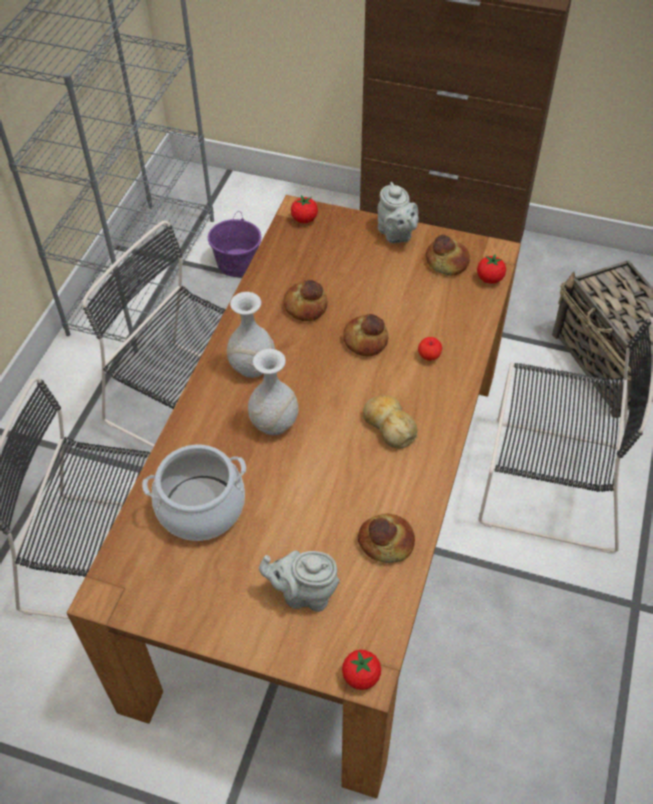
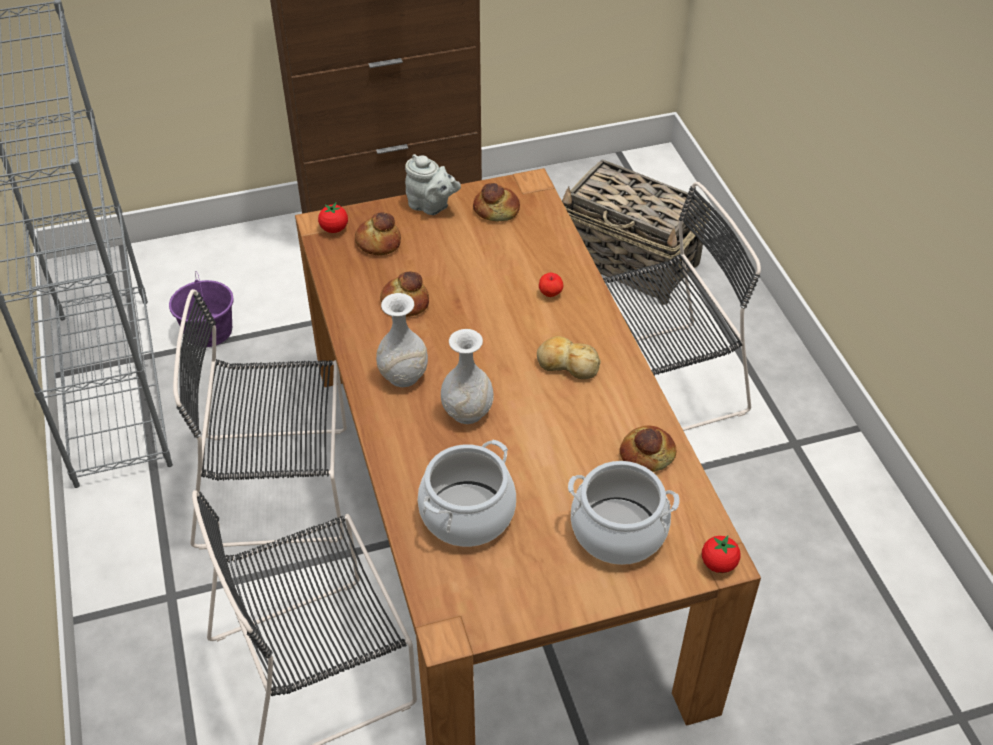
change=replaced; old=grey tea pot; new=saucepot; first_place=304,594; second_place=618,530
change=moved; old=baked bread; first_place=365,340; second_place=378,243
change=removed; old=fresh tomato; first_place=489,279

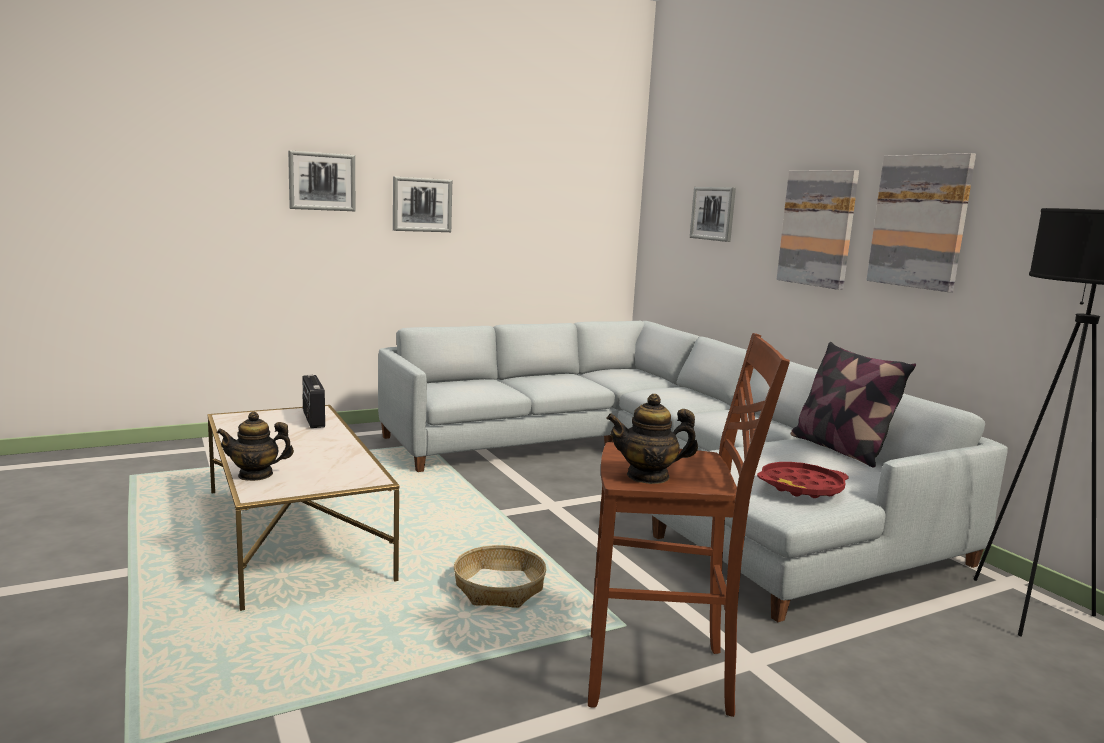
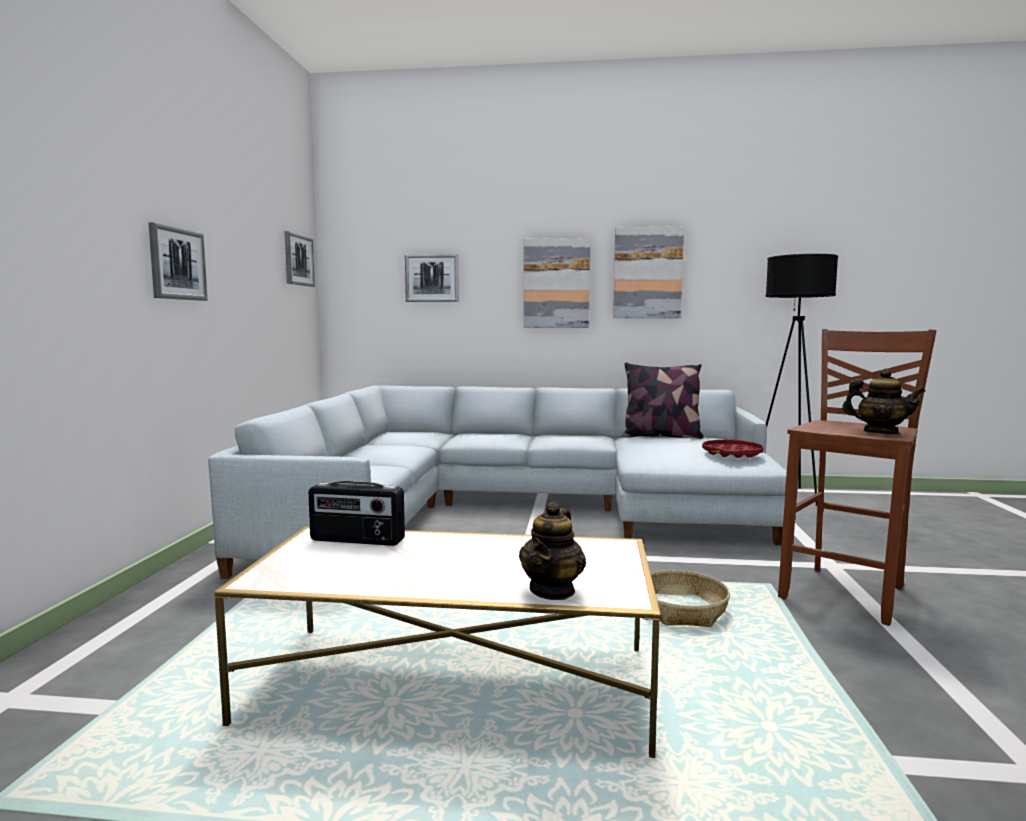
change=moved; old=wall picture; first_place=322,181; second_place=298,260
change=turned; old=tea pot; first_place=648,476; second_place=880,432; degrees=-90

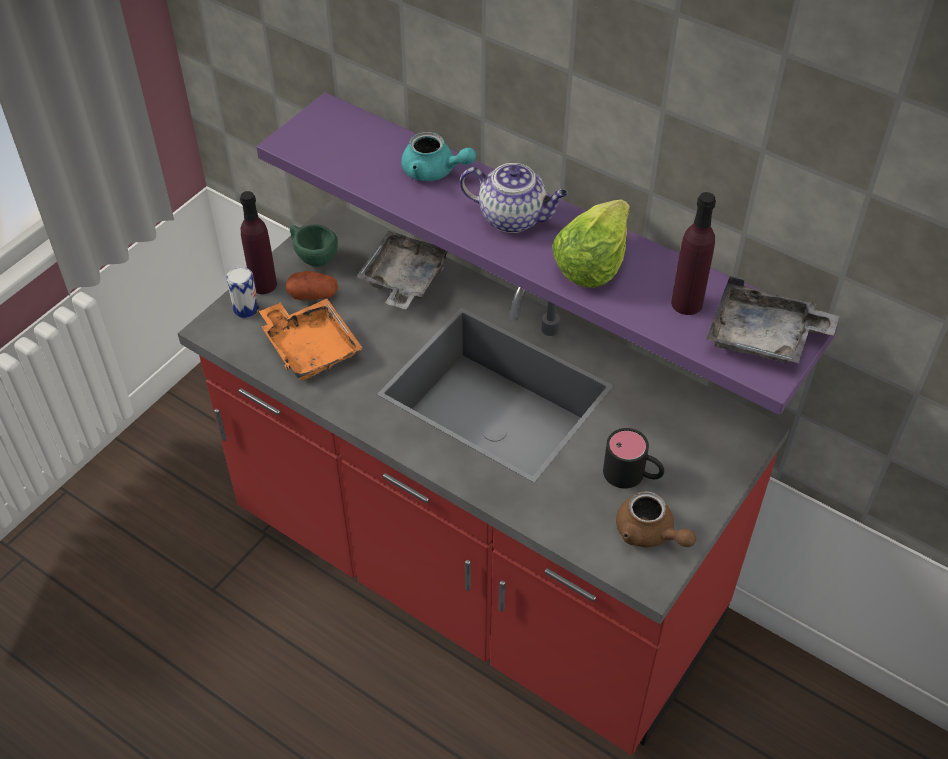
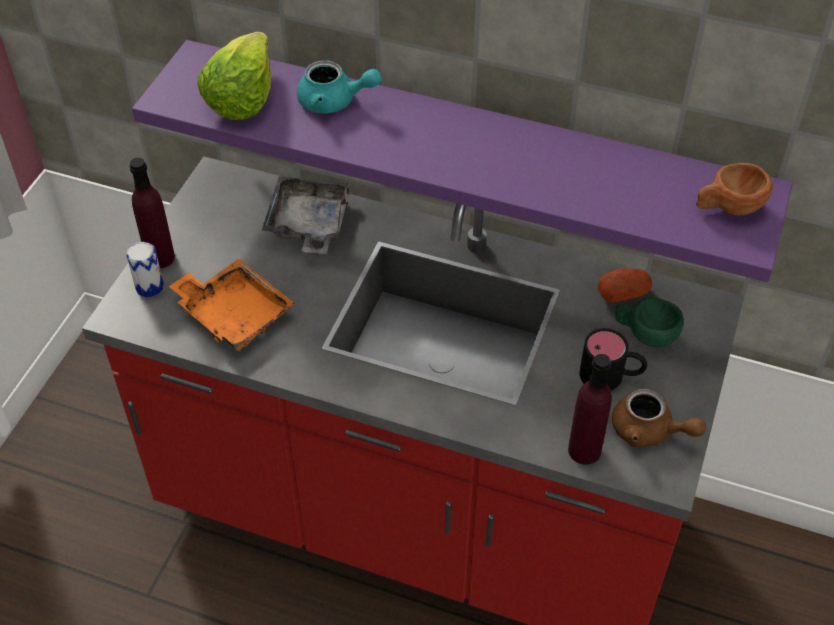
change=moved; old=potato; first_place=313,295; second_place=623,294
change=moved; old=green drinking cup; first_place=312,256; second_place=644,334
change=removed; old=tea pot; first_place=514,218
change=moved; old=lettuce head; first_place=591,262; second_place=241,97
change=moved; old=purple-coloured drink bottle; first_place=686,303; second_place=584,450
change=replaced; old=grey tray; new=brown-coloured drinking cup; first_place=763,337; second_place=728,208

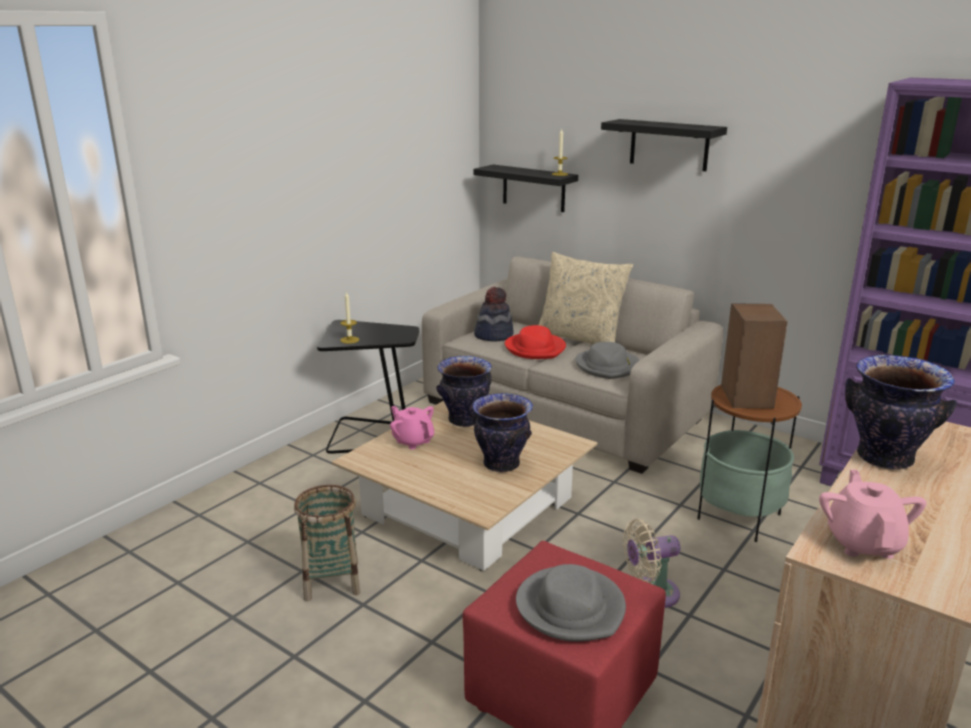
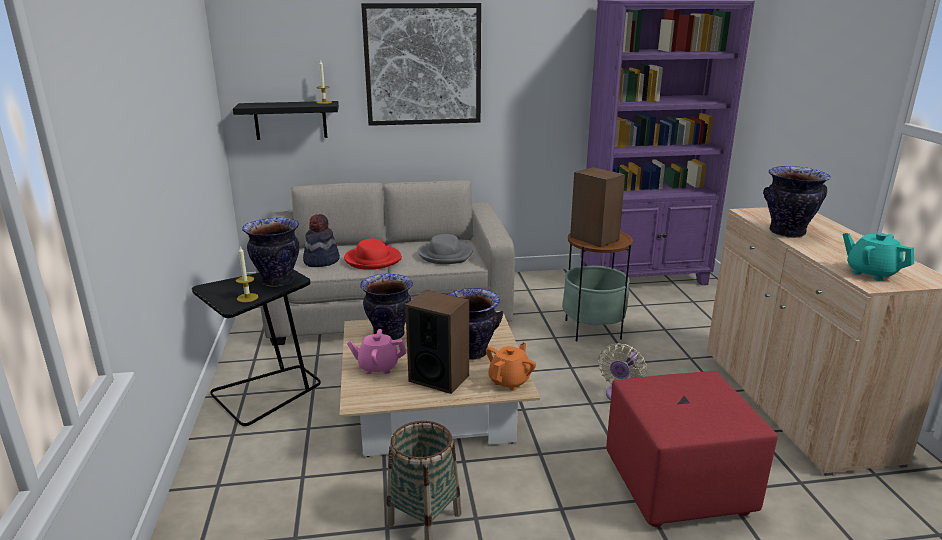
change=removed; old=grey clothing hat; first_place=571,608
change=removed; old=beige throw pillow; first_place=580,338
change=replaced; old=black-coloured wall shelf; new=wall picture; first_place=669,145; second_place=423,65
change=recoloured; old=pink-coloured tea pot; new=turquoise-coloured tea pot; first_place=863,543; second_place=871,273
change=added; new=decorative vase; second_place=278,281
change=added; new=audio speaker; second_place=439,378
change=added; new=orange-coloured tea pot; second_place=510,381

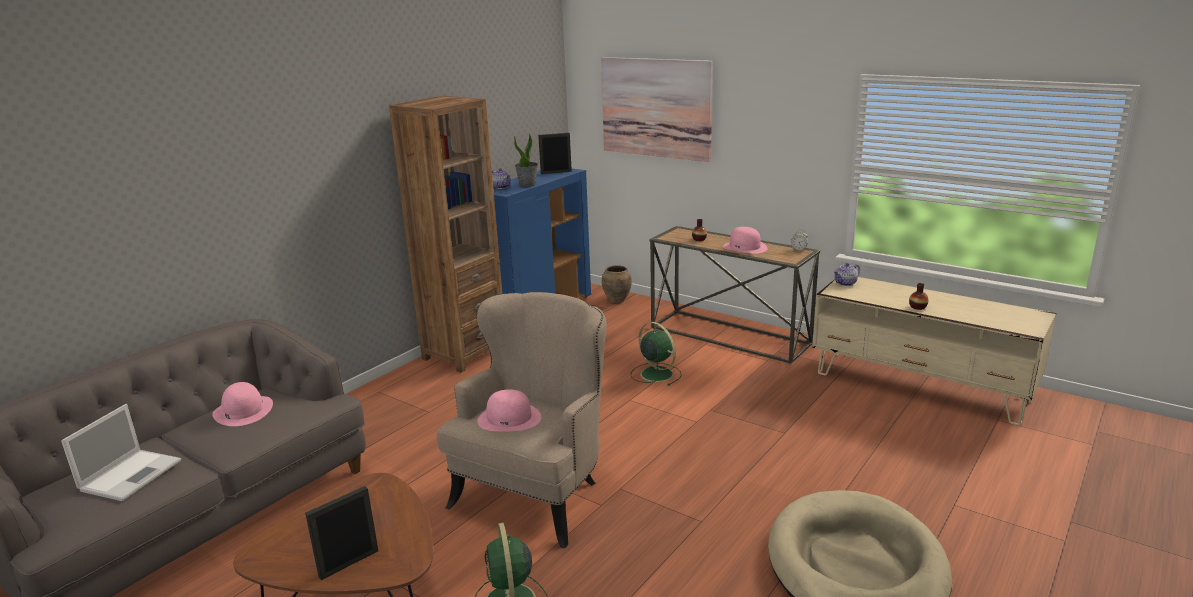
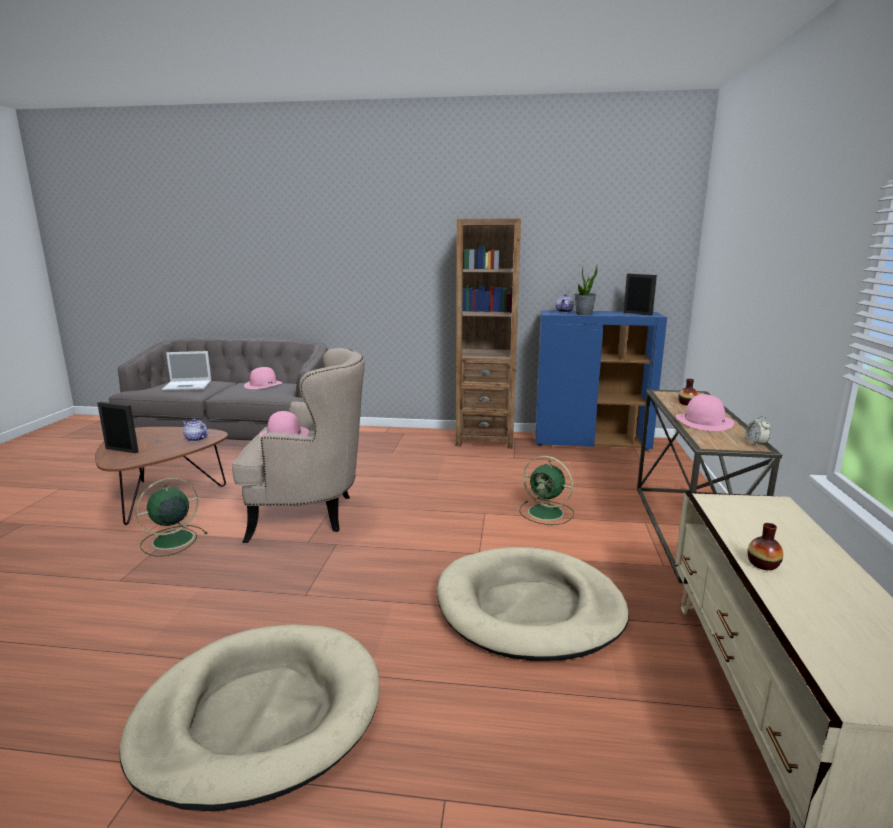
change=removed; old=wall picture; first_place=656,108
change=removed; old=brown-coloured decorative vase; first_place=616,300
change=turned; old=green electric fan; first_place=655,374; second_place=547,513; degrees=105
change=moved; old=tea pot; first_place=846,283; second_place=196,439
change=added; new=beige dog bed; second_place=529,608

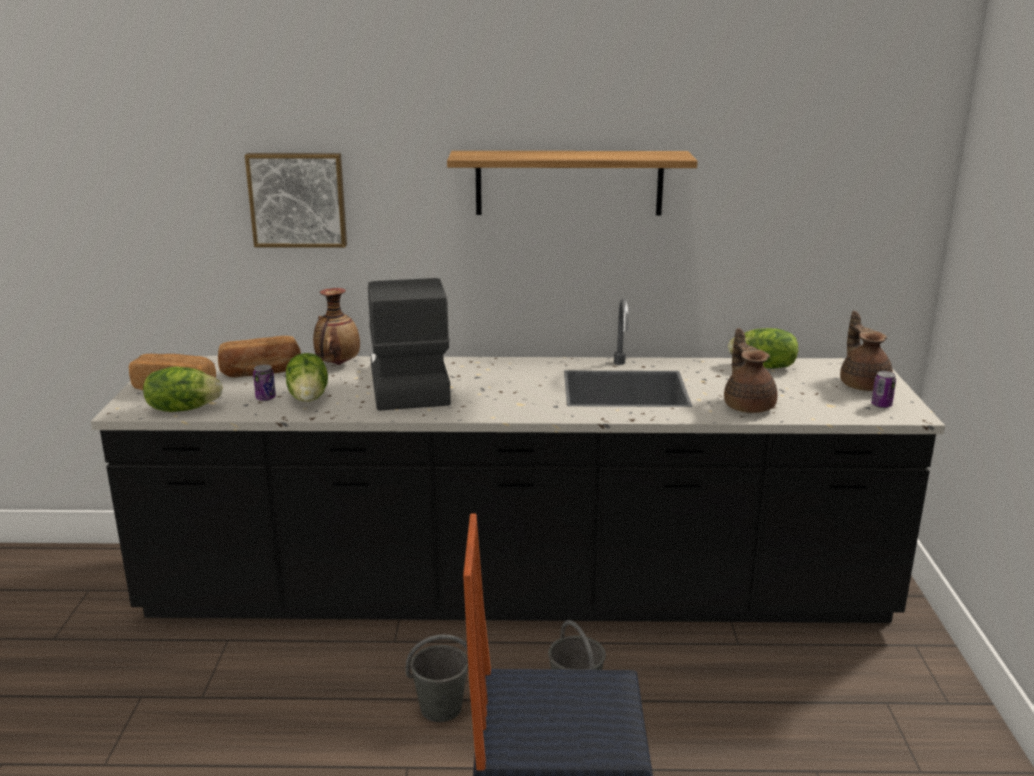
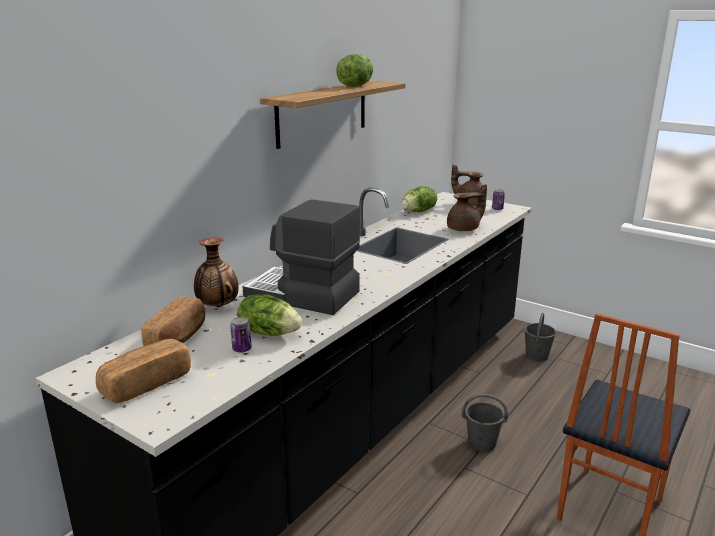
change=moved; old=lettuce head; first_place=183,408; second_place=355,86
change=removed; old=wall picture; first_place=298,199
change=moved; old=grey pail; first_place=442,708; second_place=536,356
change=turned; old=brown-coloured tea pot; first_place=748,405; second_place=464,229; degrees=135

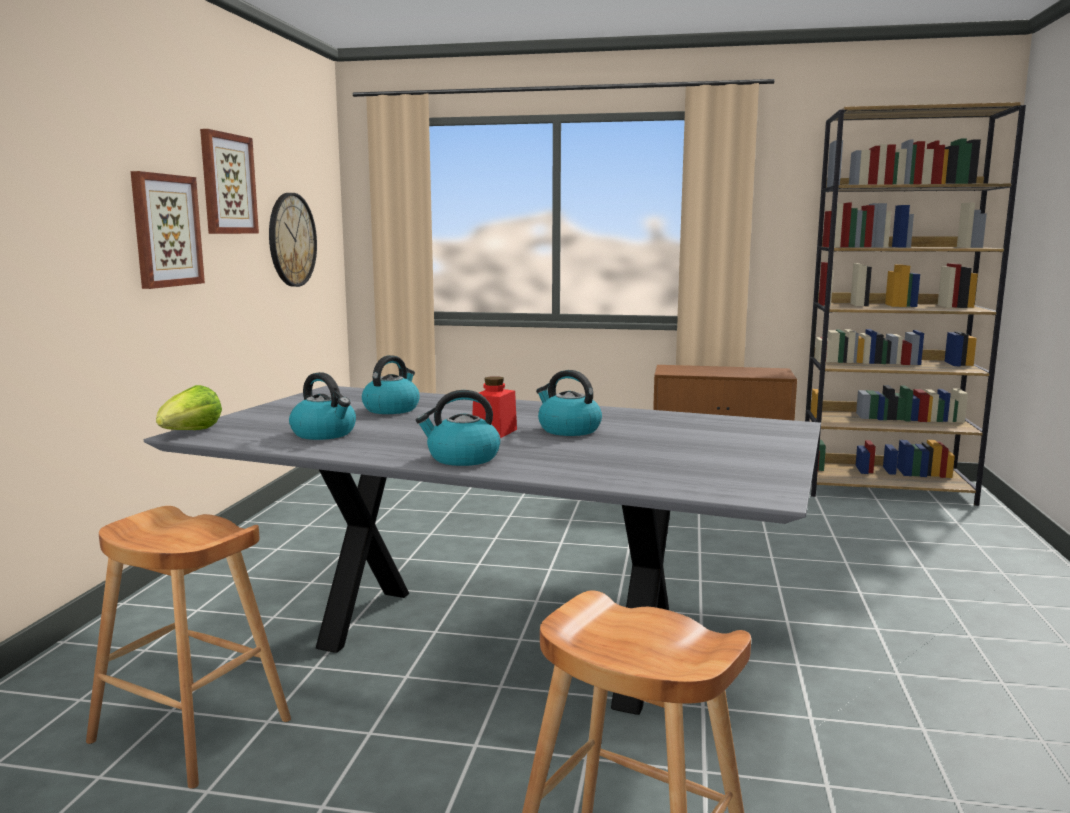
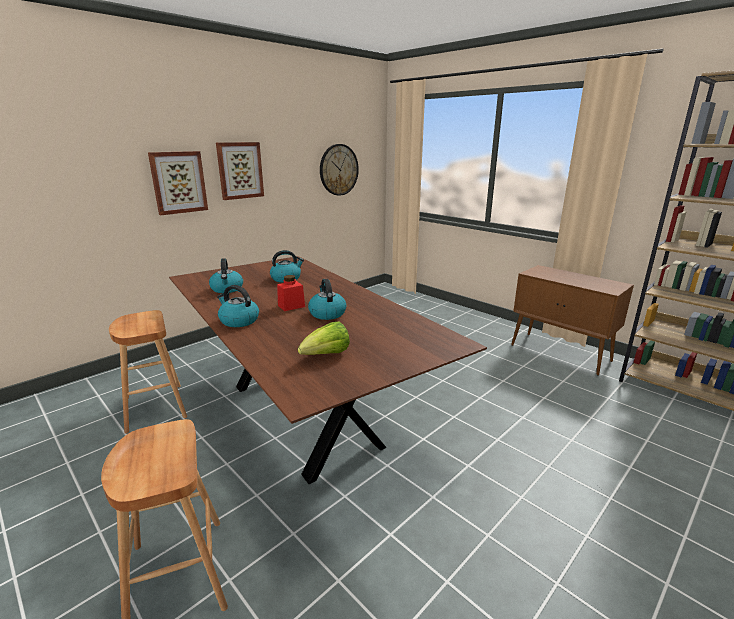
change=recoloured; old=grey kitchen table; new=brown-coloured kitchen table; first_place=498,644; second_place=303,414
change=moved; old=lettuce head; first_place=190,433; second_place=326,355
change=moved; old=wall picture; first_place=227,184; second_place=178,182

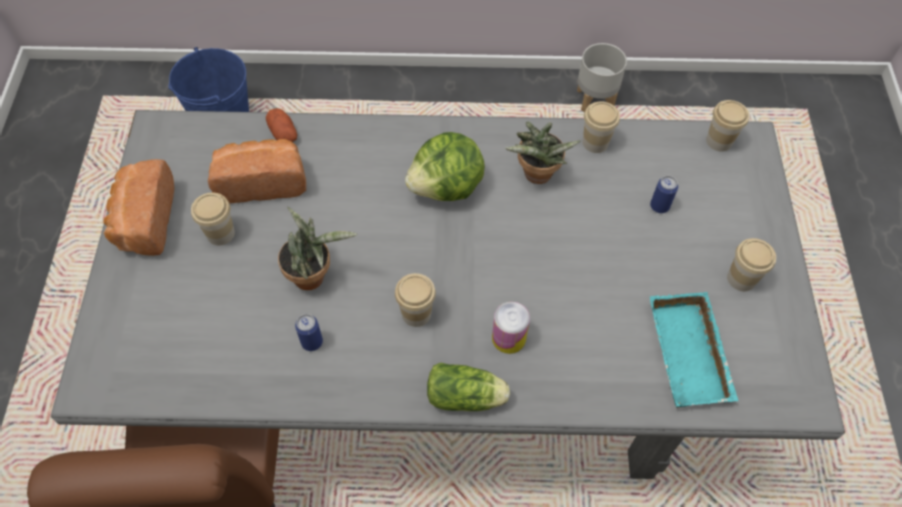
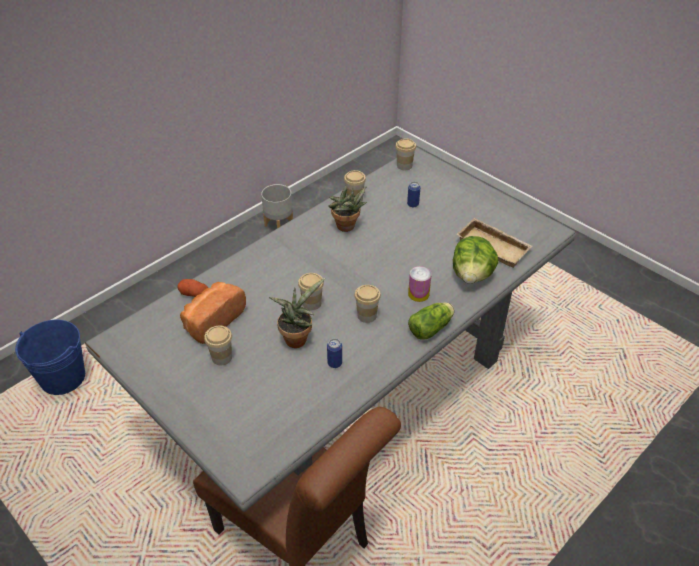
change=removed; old=baked bread; first_place=144,220
change=moved; old=lettuce head; first_place=447,188; second_place=472,275
change=recoloured; old=turquoise-coloured tray; new=beige tray; first_place=692,355; second_place=494,246
change=moved; old=drinking cup; first_place=741,278; second_place=312,303

